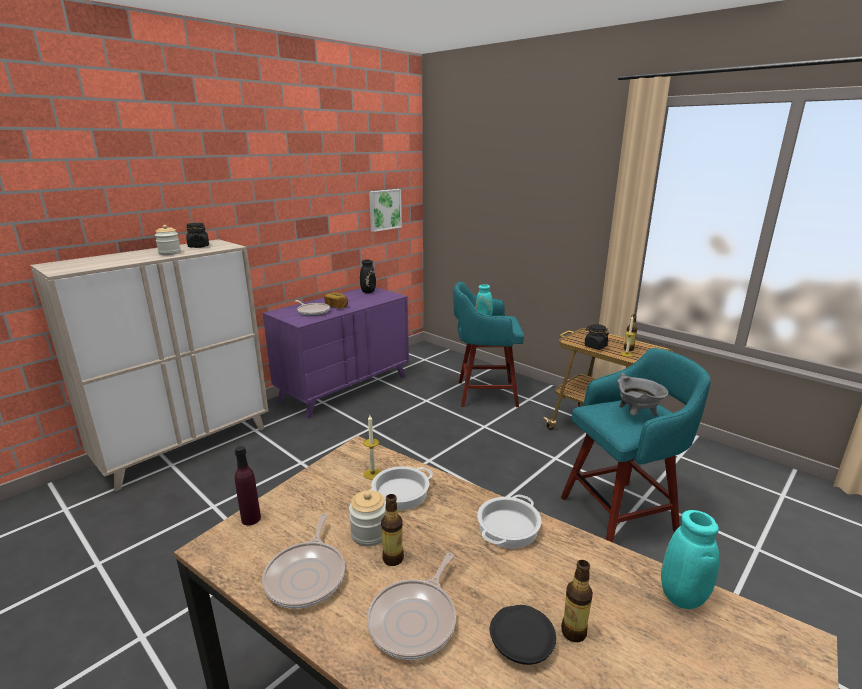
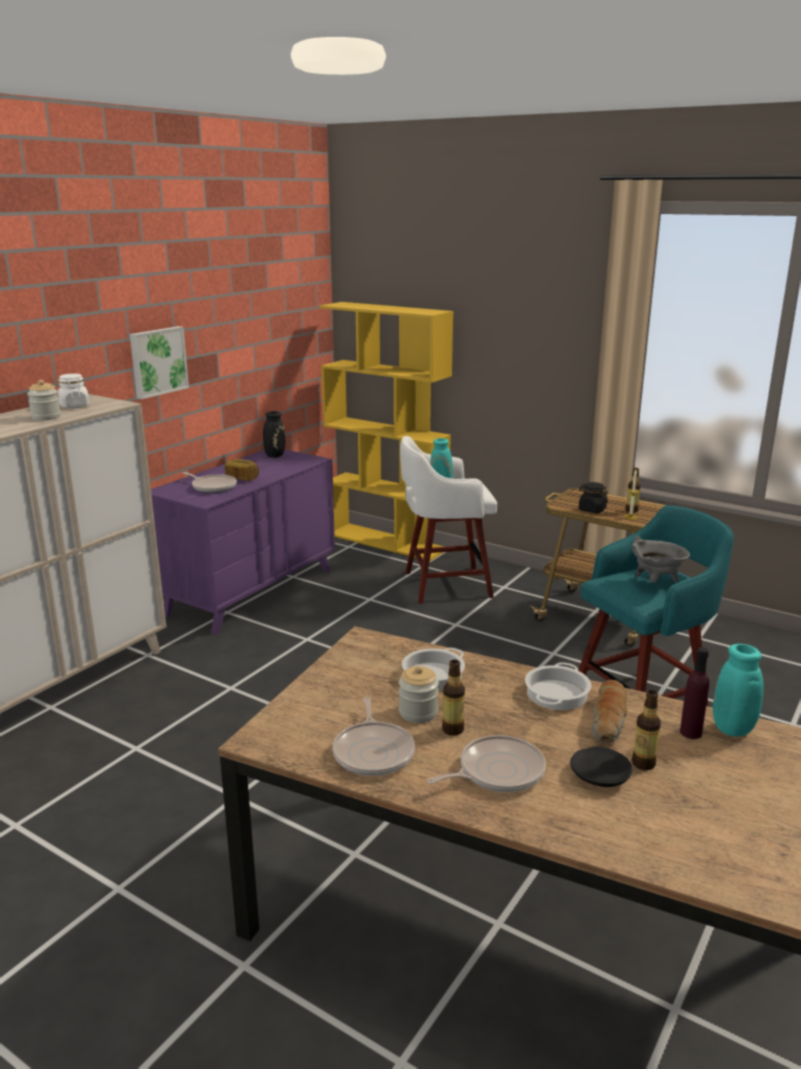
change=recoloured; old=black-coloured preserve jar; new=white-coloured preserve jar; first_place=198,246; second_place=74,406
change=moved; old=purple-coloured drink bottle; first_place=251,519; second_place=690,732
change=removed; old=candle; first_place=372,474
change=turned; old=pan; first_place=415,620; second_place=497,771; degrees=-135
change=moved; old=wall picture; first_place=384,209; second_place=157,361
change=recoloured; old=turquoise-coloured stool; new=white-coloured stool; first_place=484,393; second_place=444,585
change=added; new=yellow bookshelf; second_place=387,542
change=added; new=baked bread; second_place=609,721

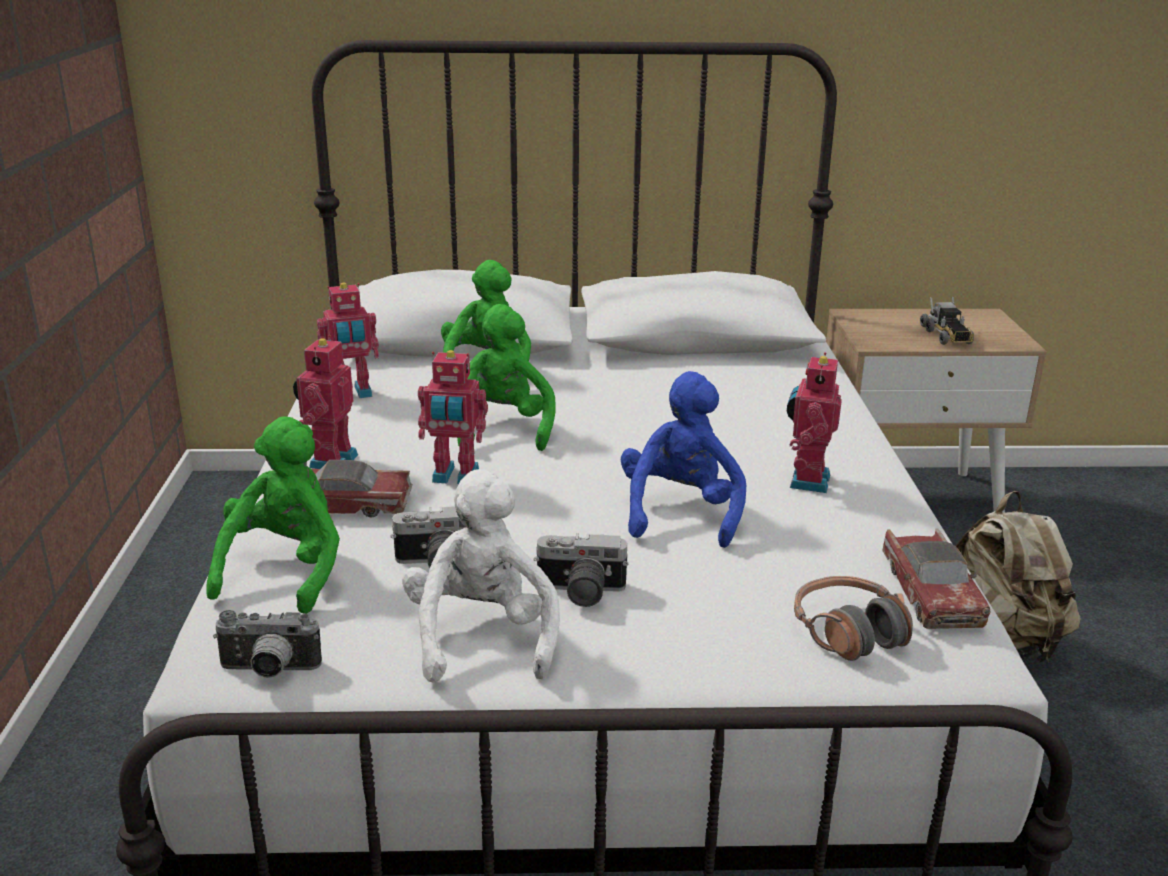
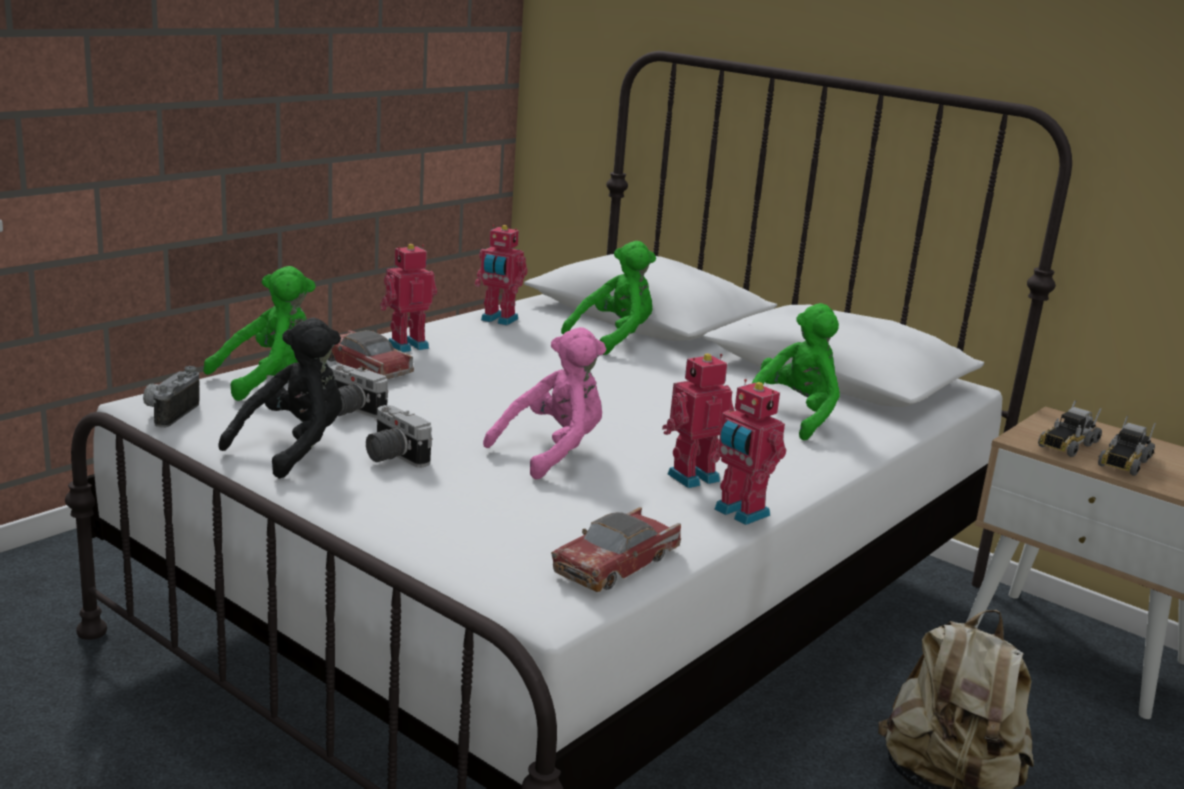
change=turned; old=photo camera; first_place=268,671; second_place=169,413; degrees=60
change=recoloured; old=white-coloured cuddly toy; new=black-coloured cuddly toy; first_place=482,636; second_place=294,448
change=moved; old=toy robot; first_place=455,477; second_place=739,513
change=moved; old=green cuddly toy; first_place=500,428; second_place=794,416
change=recoloured; old=blue-coloured cuddly toy; new=pink-coloured cuddly toy; first_place=680,512; second_place=553,452
change=removed; old=pair of headphones; first_place=848,632
change=added; new=toy truck; second_place=1066,445

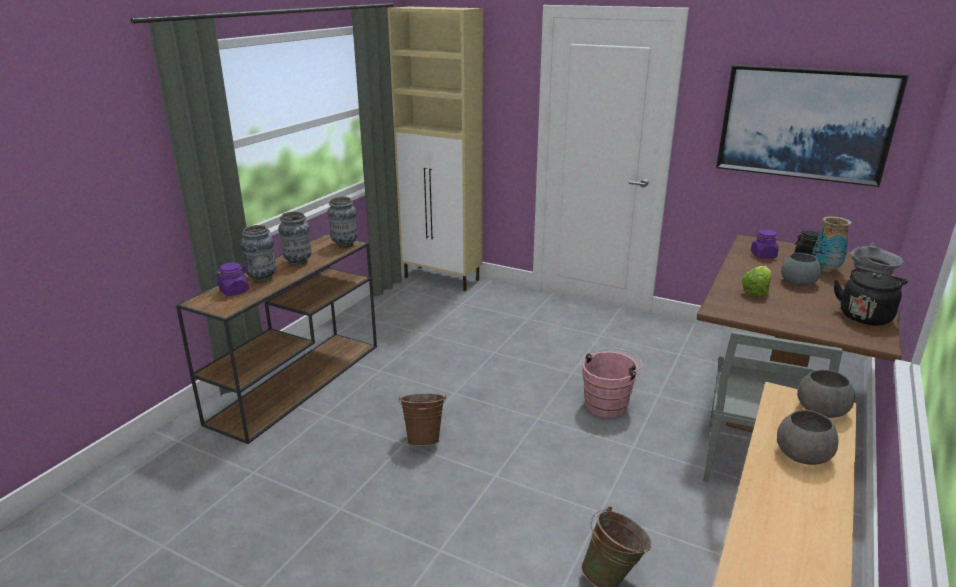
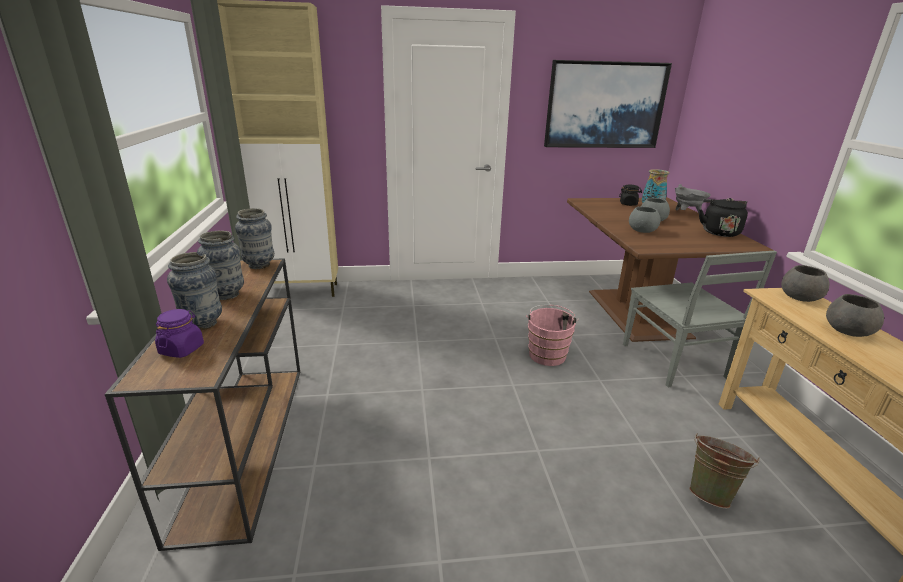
change=removed; old=brown-coloured pail; first_place=424,439
change=replaced; old=lettuce head; new=grey serving bowl; first_place=756,291; second_place=642,230
change=removed; old=purple-coloured preserve jar; first_place=763,255

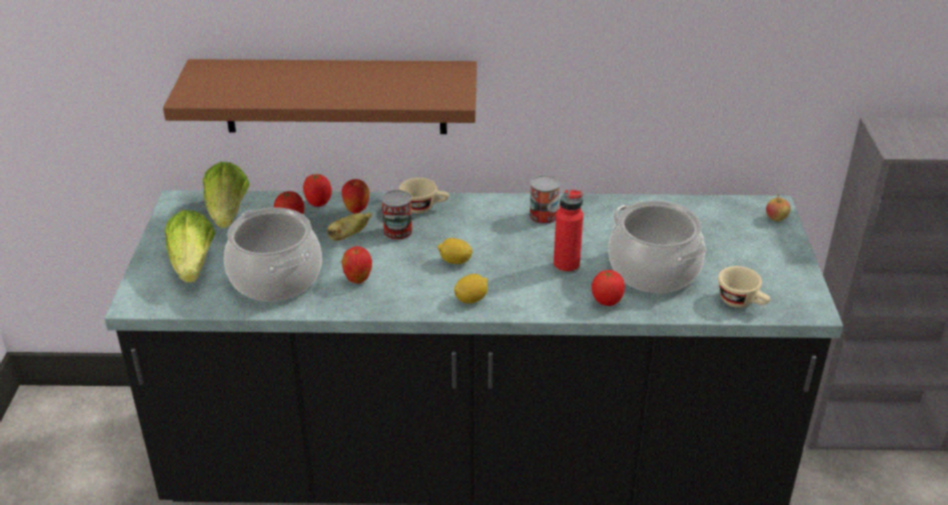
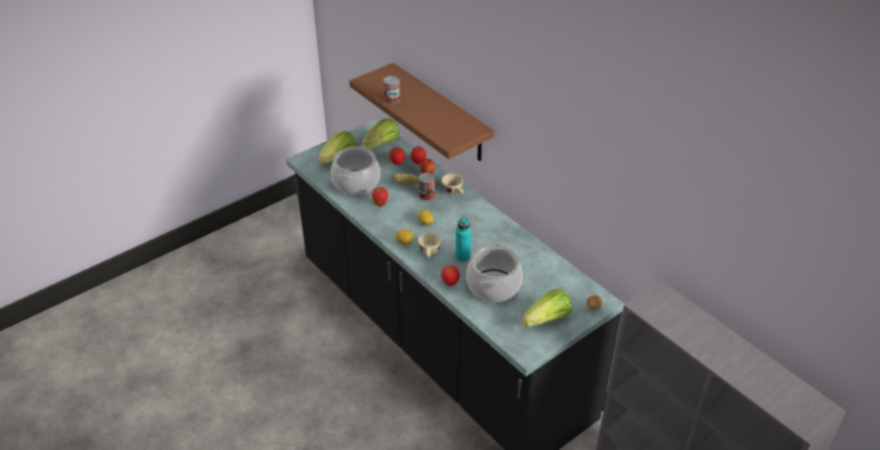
change=moved; old=sealed can; first_place=543,216; second_place=392,99
change=recoloured; old=red-coloured drink bottle; new=turquoise-coloured drink bottle; first_place=566,266; second_place=462,257
change=moved; old=beige drinking cup; first_place=742,302; second_place=430,253
change=added; new=lettuce head; second_place=547,320

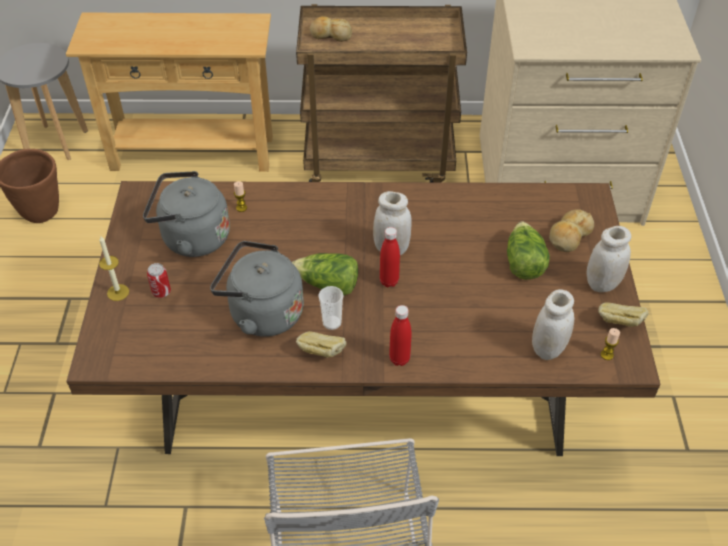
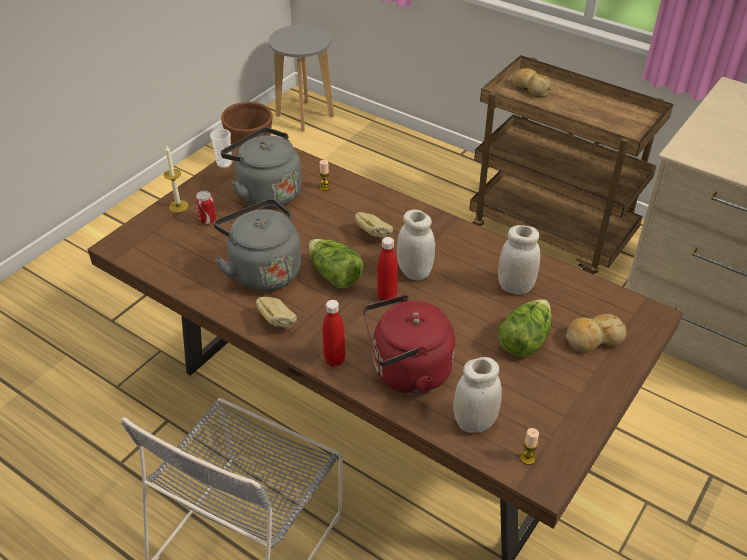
change=removed; old=beige hall table; first_place=192,153
change=moved; old=drinking cup; first_place=332,323; second_place=224,164
change=moved; old=white-coloured preserve jar; first_place=602,284; second_place=515,287
change=moved; old=baked bread; first_place=619,324; second_place=373,236
change=added; new=red-coloured kettle; second_place=407,372

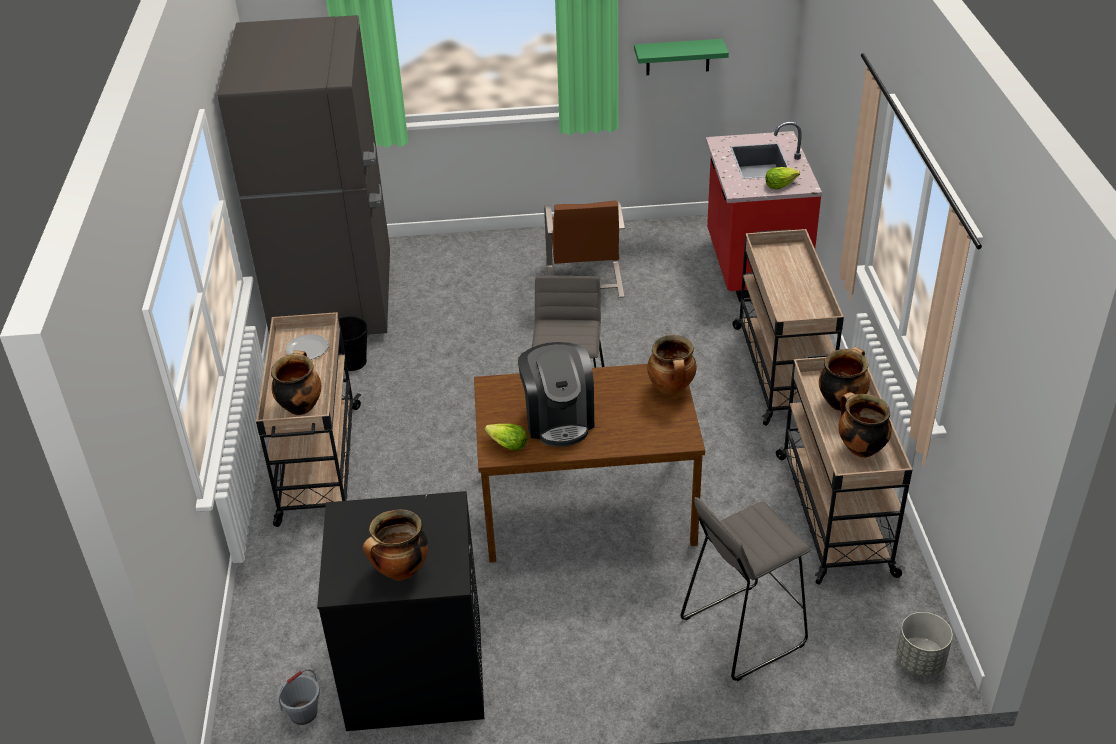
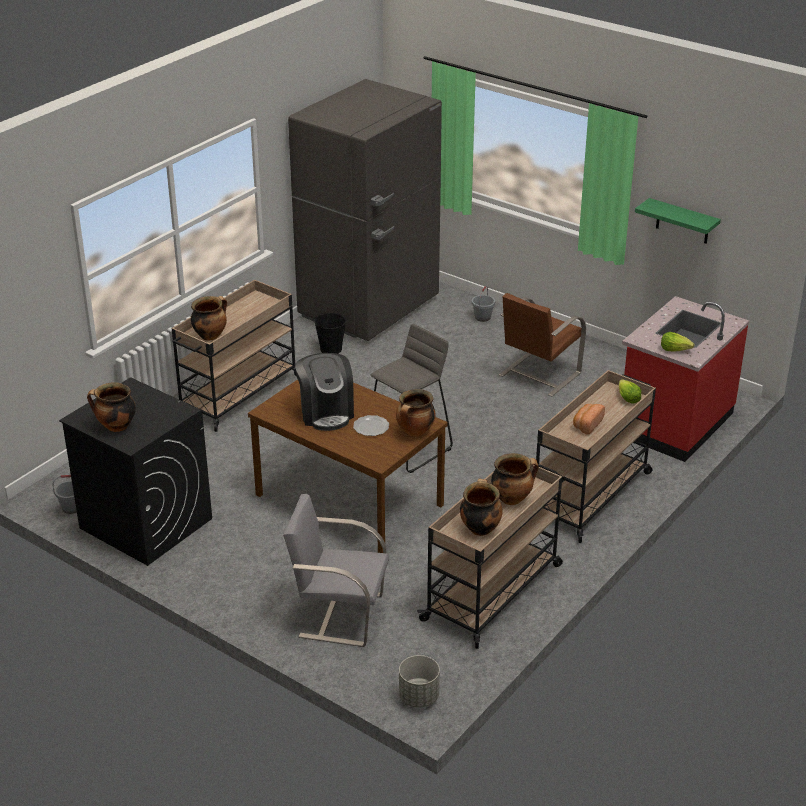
change=moved; old=flat dish; first_place=308,349; second_place=371,427
change=moved; old=lettuce head; first_place=507,445; second_place=627,398
change=turned; old=coffee machine; first_place=558,419; second_place=326,412; degrees=-45
change=replaced; old=grey stool; new=grey upright chair; first_place=742,631; second_place=339,615
change=added; new=grey pail; second_place=483,317
change=added; new=baked bread; second_place=587,425

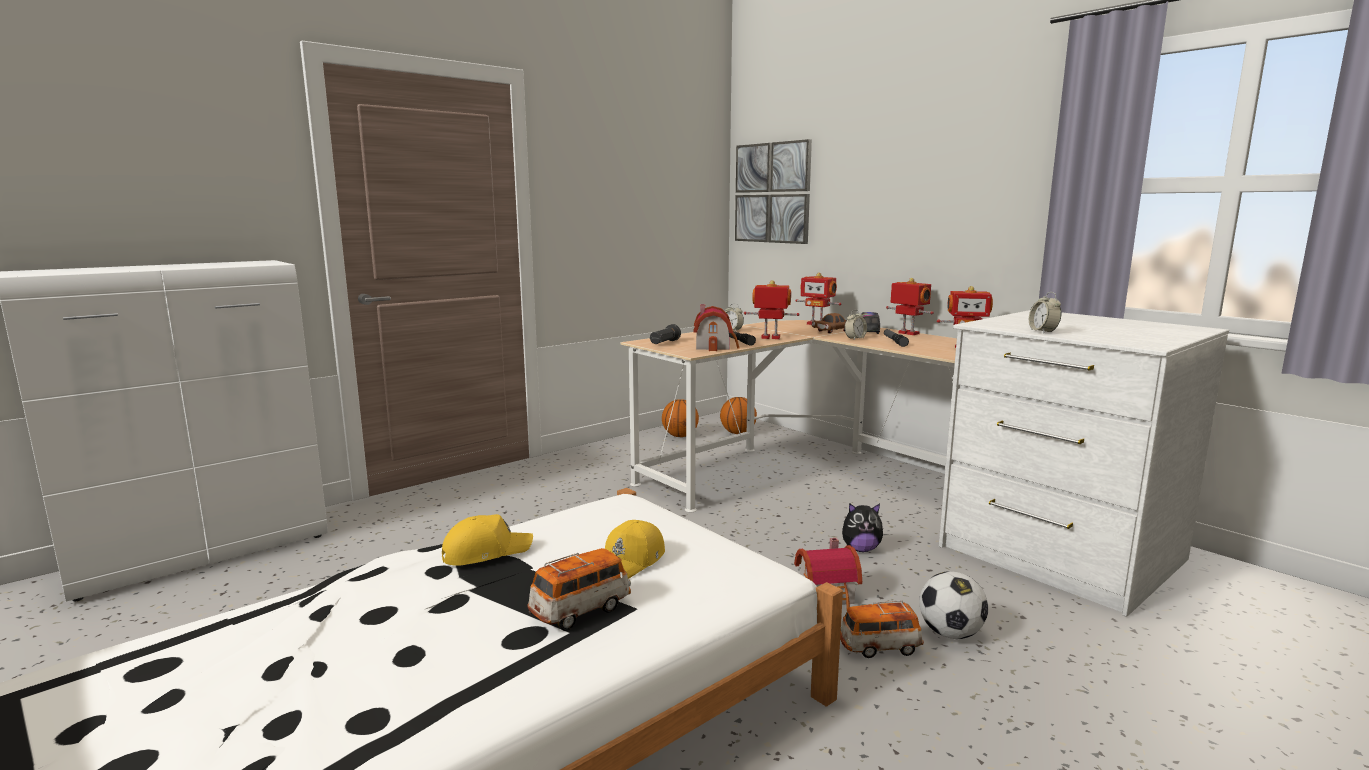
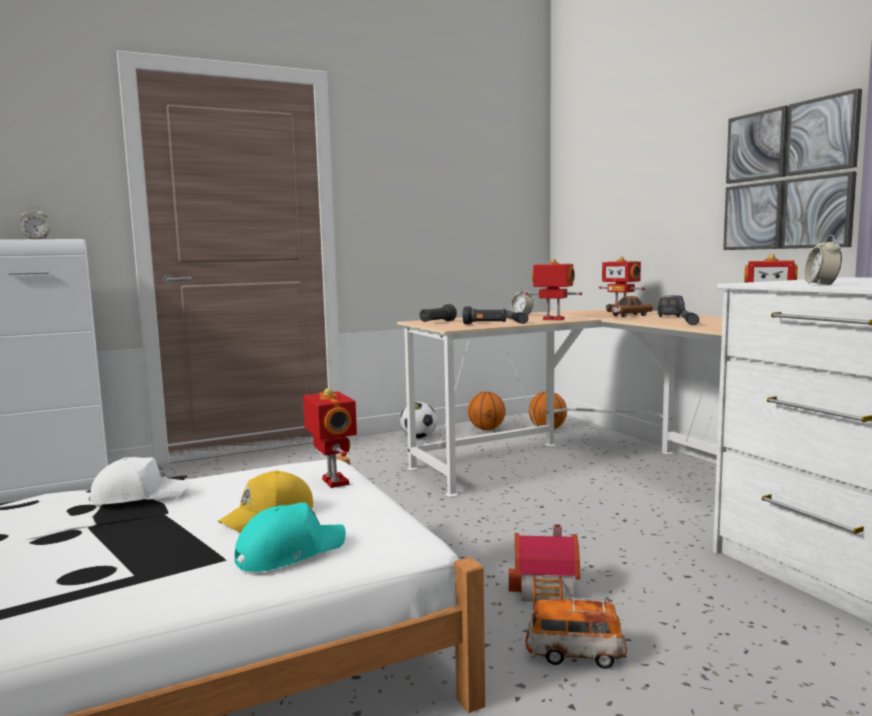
change=recoloured; old=yellow peaked cap; new=white-coloured peaked cap; first_place=486,552; second_place=139,495
change=removed; old=toy car; first_place=581,610
change=replaced; old=model house; new=black-coloured torch; first_place=715,346; second_place=485,324
change=moved; old=wall picture; first_place=772,193; second_place=787,178
change=removed; old=cuddly toy; first_place=860,549
change=moved; old=table clock; first_place=855,338; second_place=36,239
change=moved; old=toy robot; first_place=908,333; second_place=333,482
change=moved; old=football; first_place=950,633; second_place=418,437
change=added; new=turquoise-coloured peaked cap; second_place=289,552

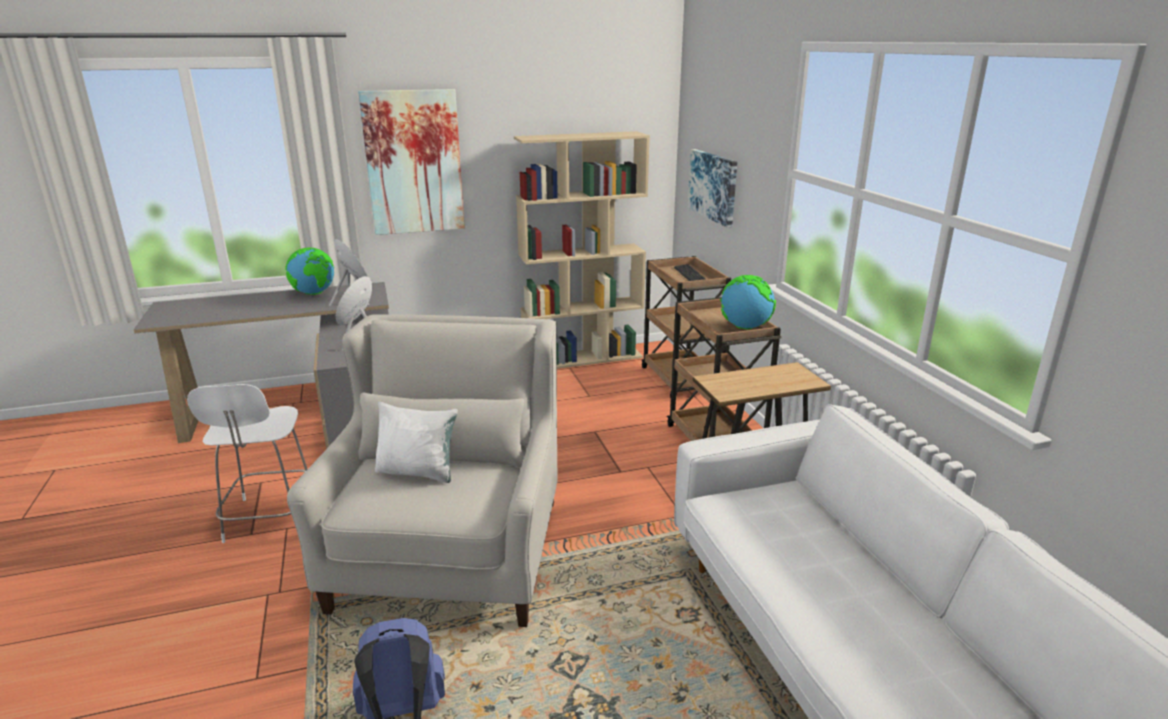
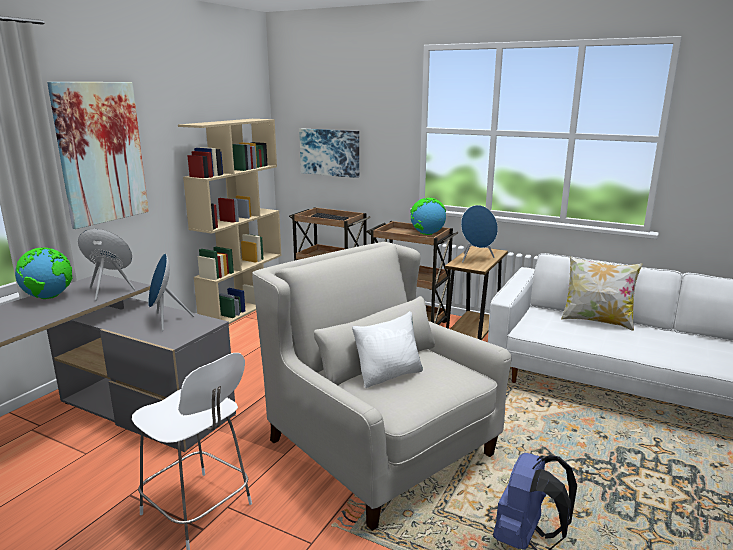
change=added; new=blue-coloured audio speaker; second_place=476,259
change=added; new=throw pillow; second_place=596,321

